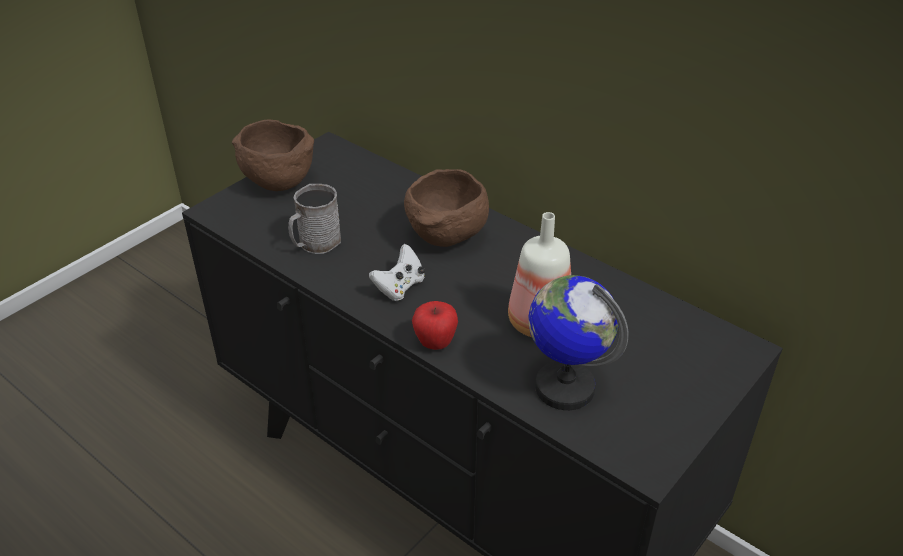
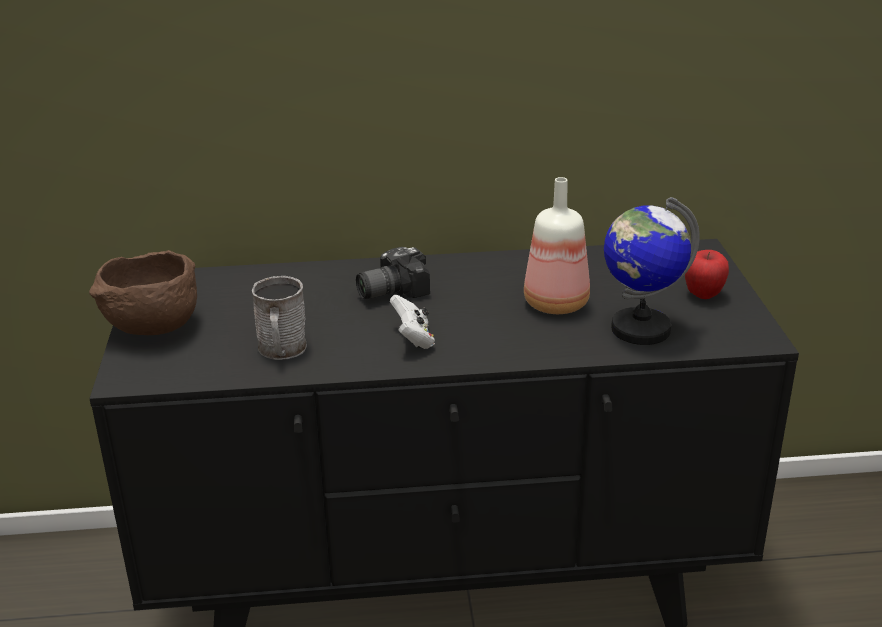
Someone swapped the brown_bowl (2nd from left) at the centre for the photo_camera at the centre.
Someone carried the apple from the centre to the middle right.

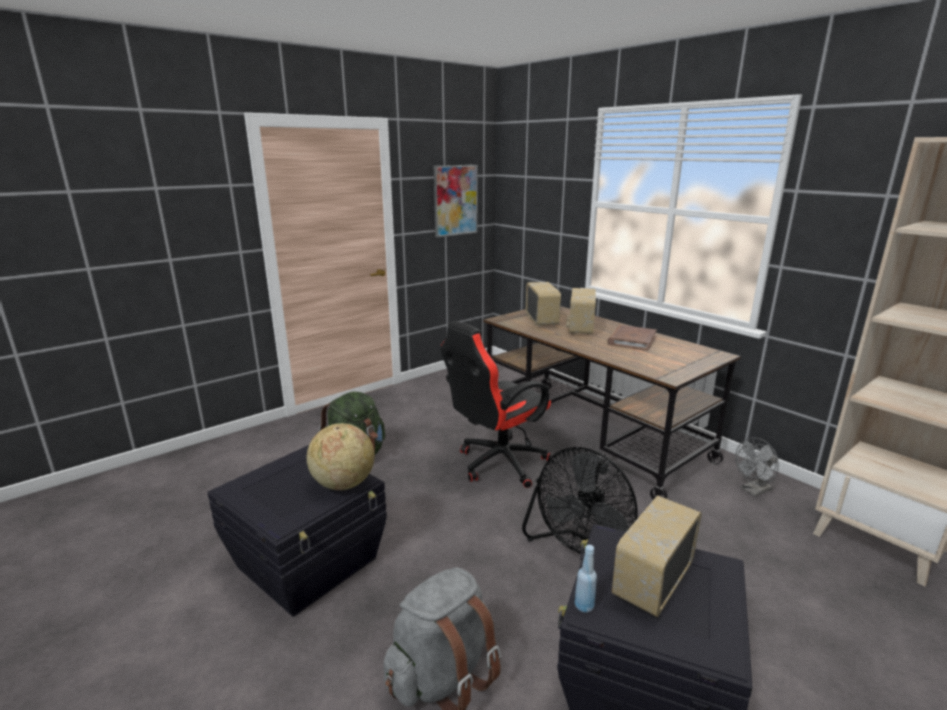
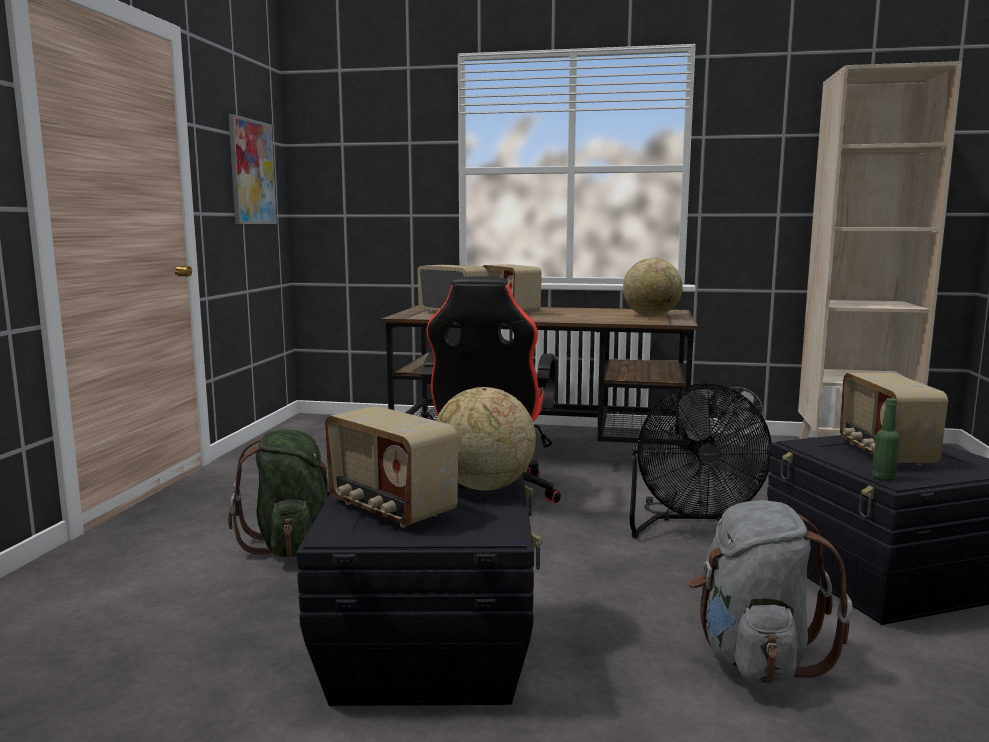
Someone put down the radio (1st from left) at the centre.
Someone put down the globe (2nd from left) at the centre.
Someone repainted the blue_bottle at the bottom centre, which became the green_bottle at the middle right.
Someone took away the brown_book at the middle right.

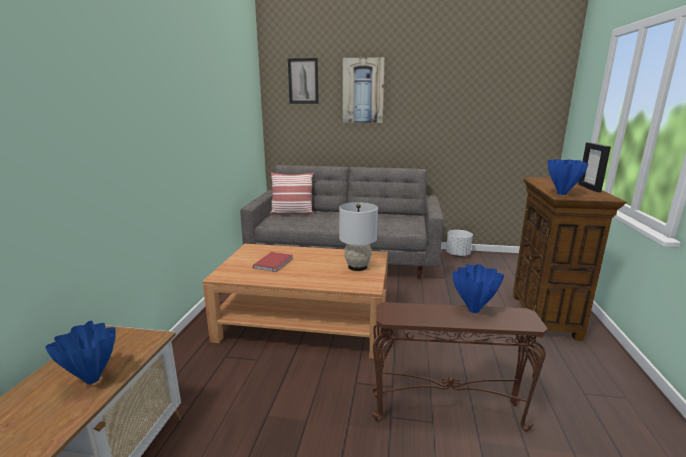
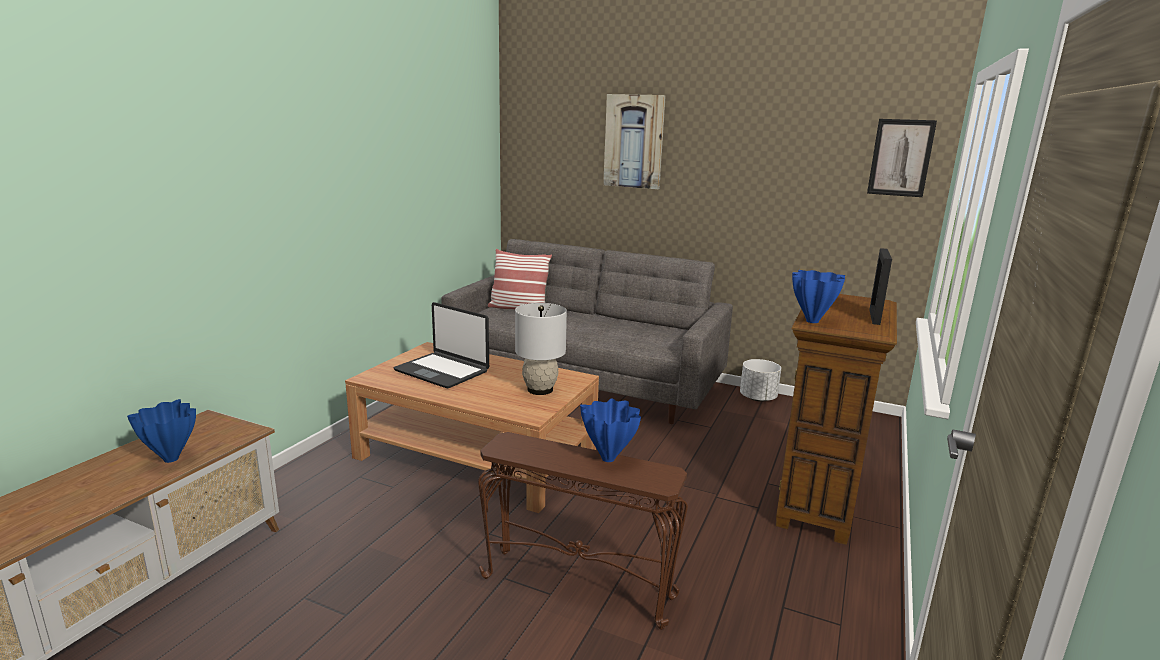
Someone swapped the red_book at the centre for the laptop at the centre.
Someone carried the picture (1st from left in the first image) from the top centre to the top right.

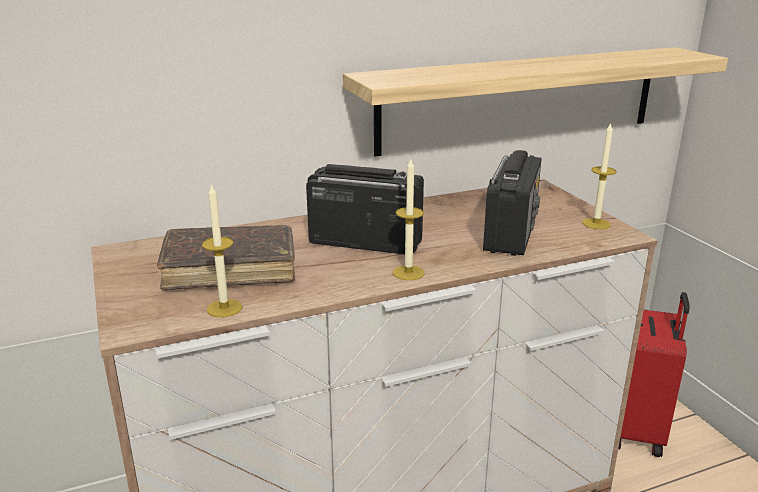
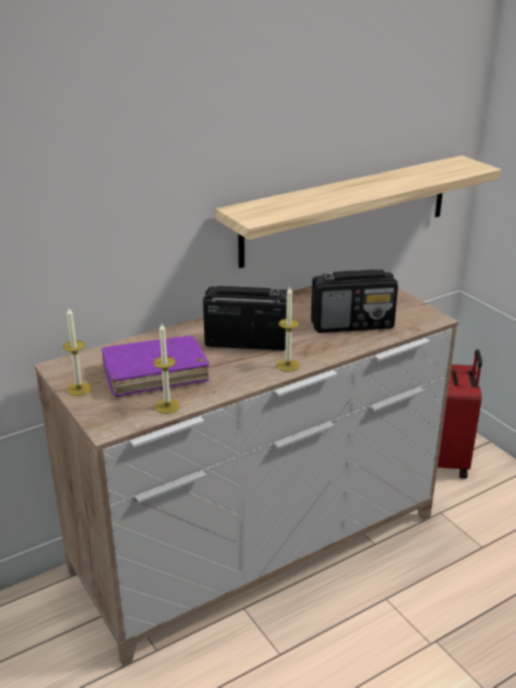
Someone carried the candle (3rd from left in the first image) from the middle right to the middle left.
Someone repainted the brown_book at the middle left, which became the purple_book at the middle left.
Someone rotated the radio (2nd from left) at the middle right by 75 degrees clockwise.

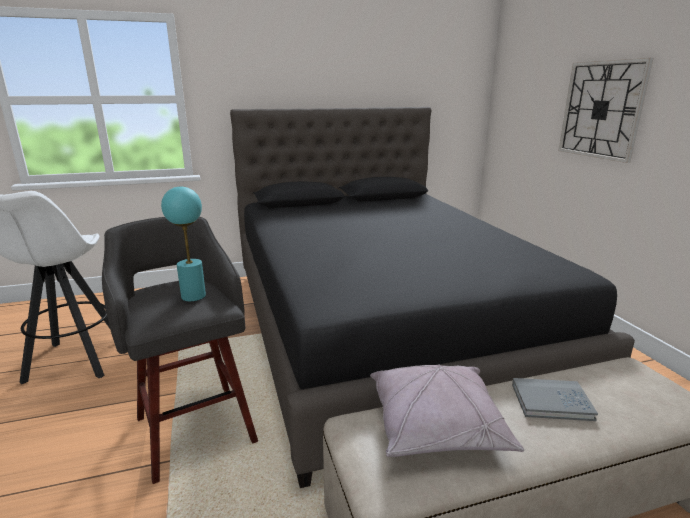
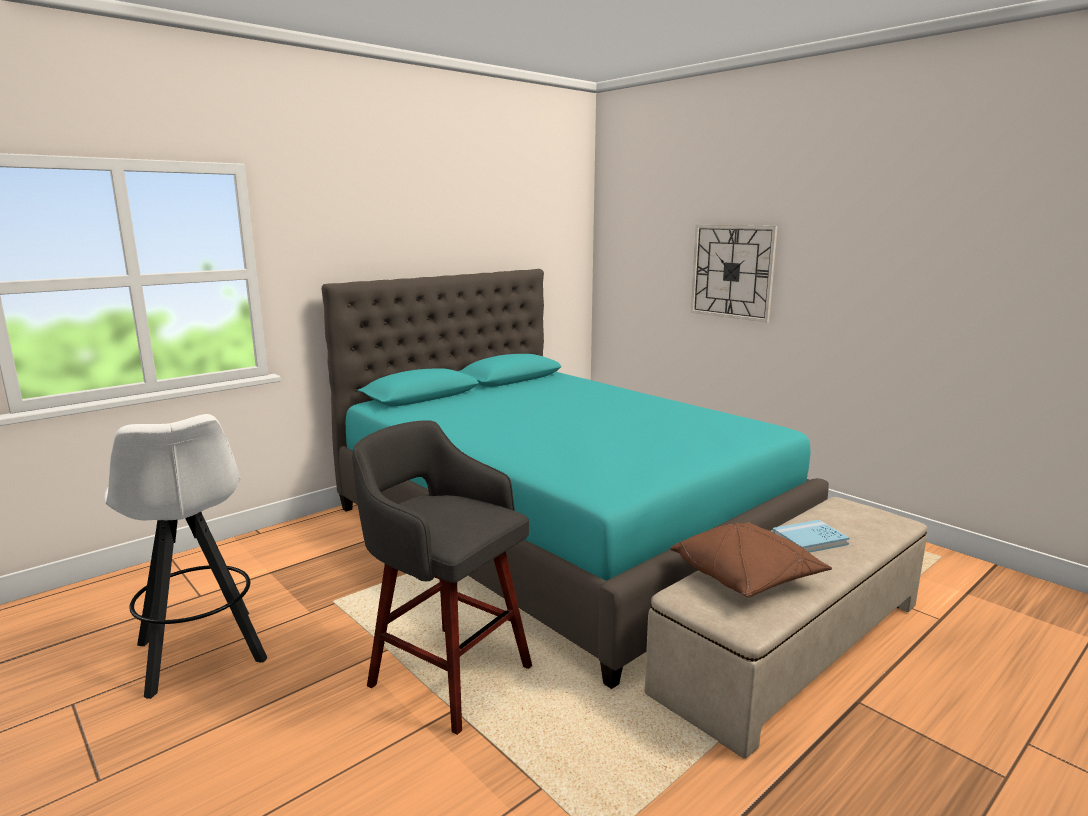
Someone repainted the black_bed at the centre, which became the turquoise_bed at the centre.
Someone repainted the purple_pillow at the bottom centre, which became the brown_pillow at the bottom right.
Someone repainted the grey_book at the bottom right, which became the blue_book at the middle right.
Someone took away the turquoise_table_lamp at the middle left.

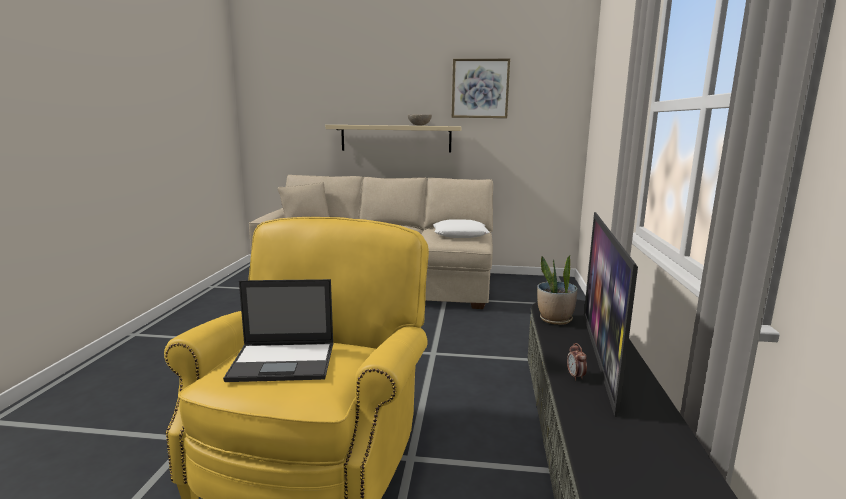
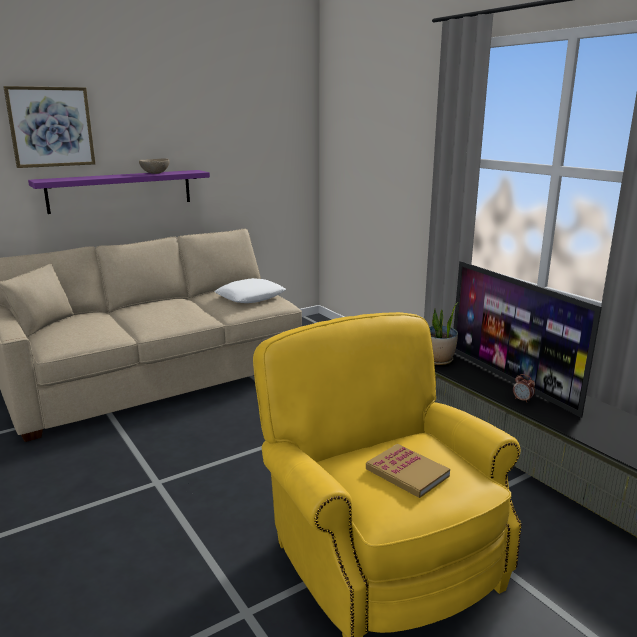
Someone carried the picture from the top centre to the top left.
Someone repainted the beige_shelf at the top centre, which became the purple_shelf at the top left.
Someone swapped the laptop at the middle left for the book at the bottom centre.

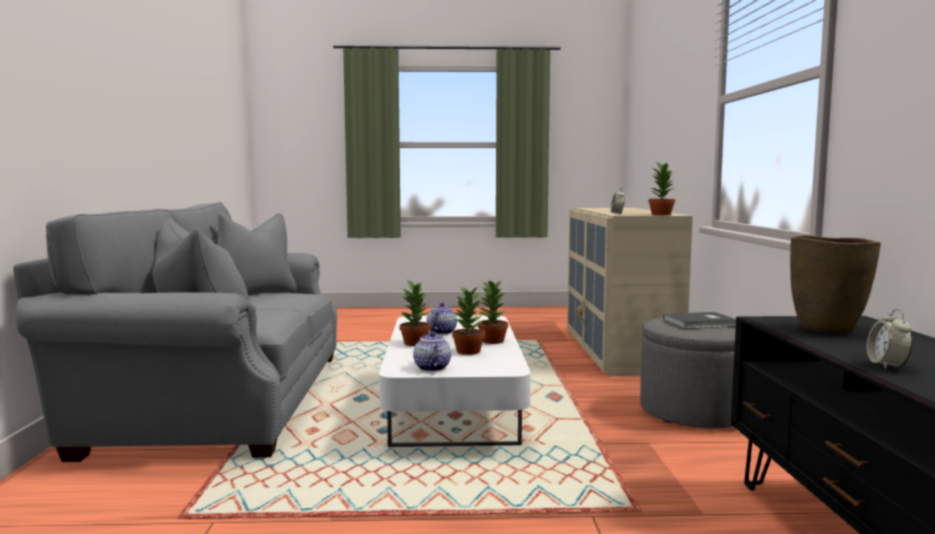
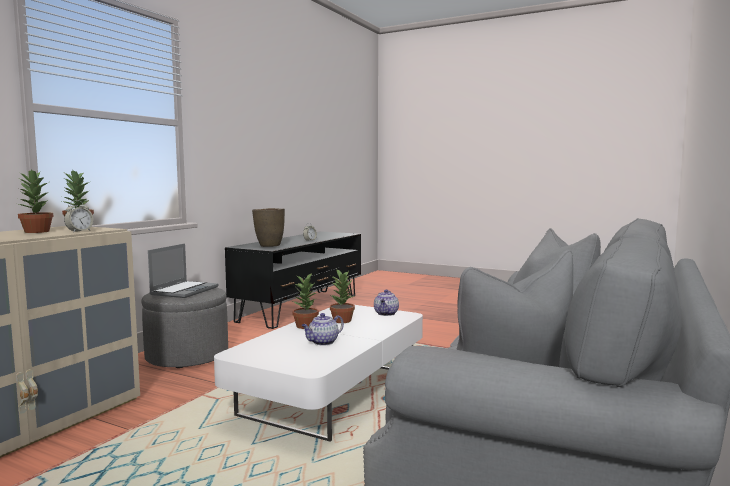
Someone carried the potted_plant (1st from left) from the centre to the middle left.
Someone swapped the grey_book at the middle right for the laptop at the middle left.

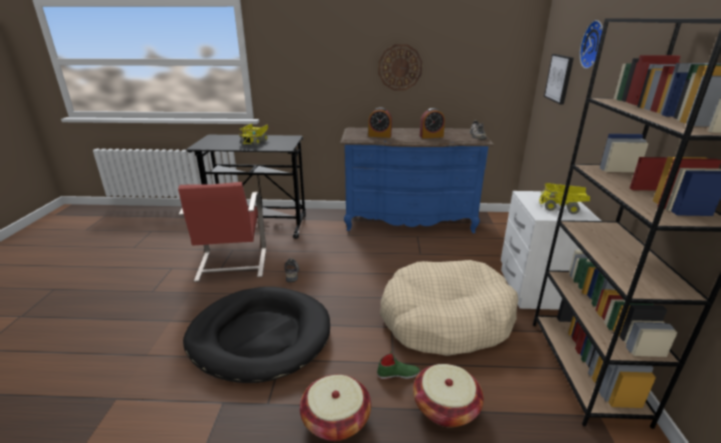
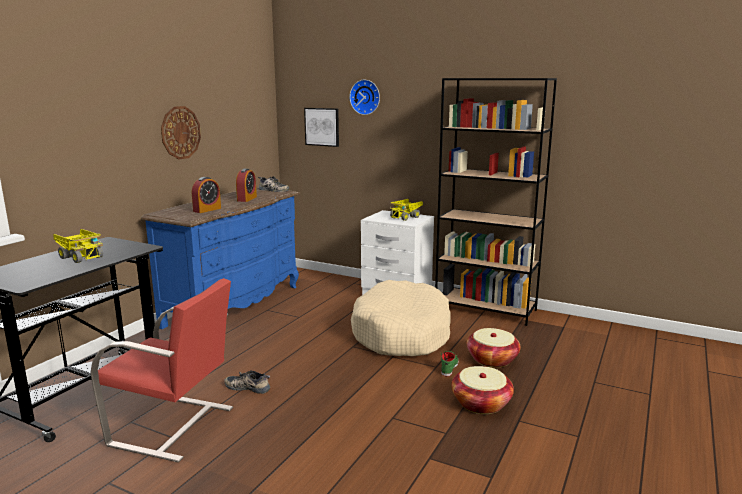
Someone took away the black_dog_bed at the bottom centre.

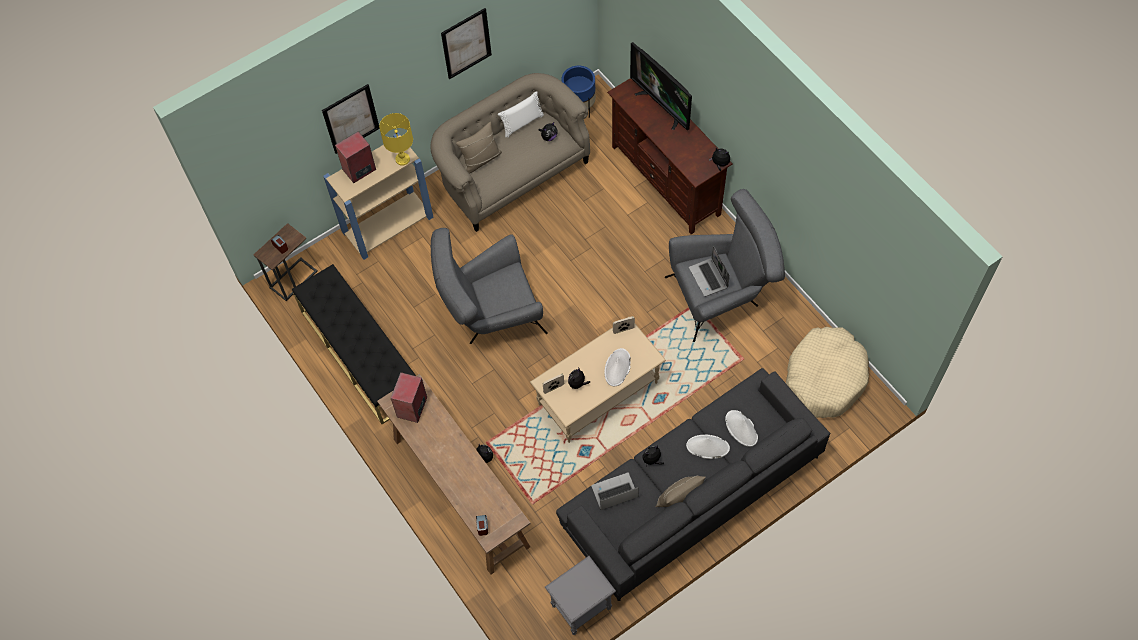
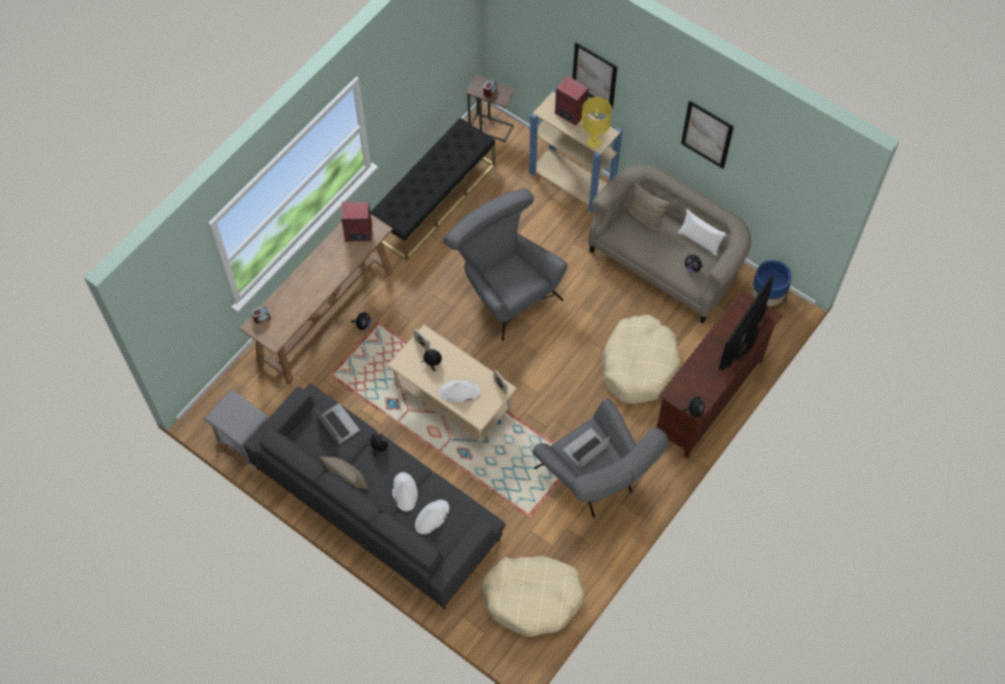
Someone put down the beige_dog_bed (2nd from left) at the centre.

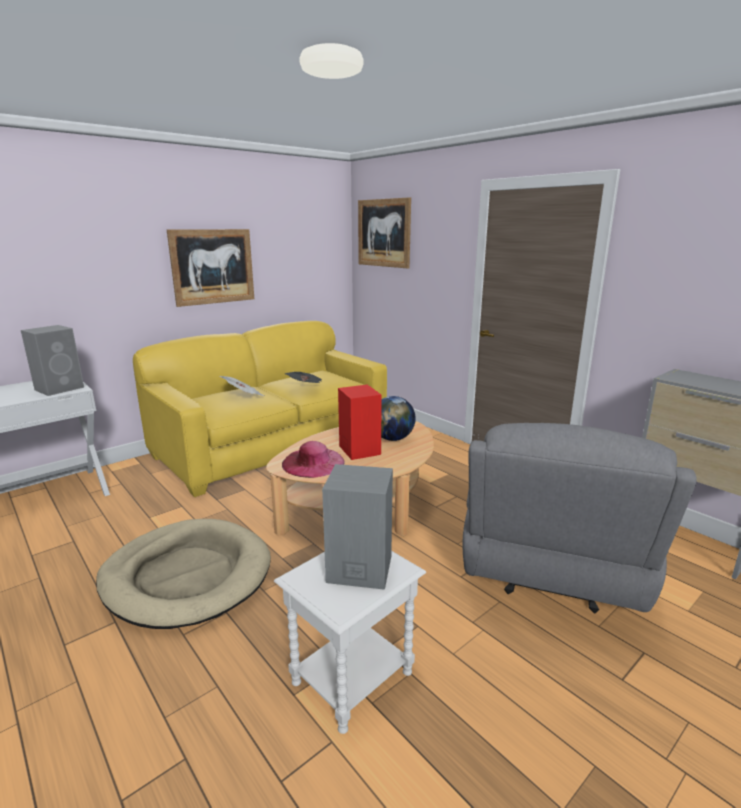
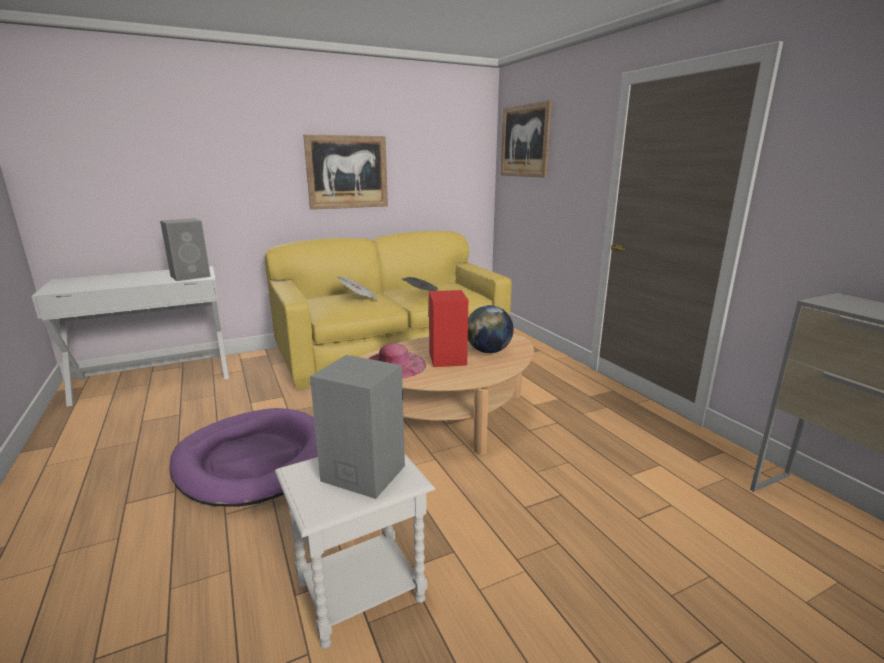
Someone repainted the beige_dog_bed at the bottom left, which became the purple_dog_bed at the bottom left.
Someone took away the grey_armchair at the middle right.

